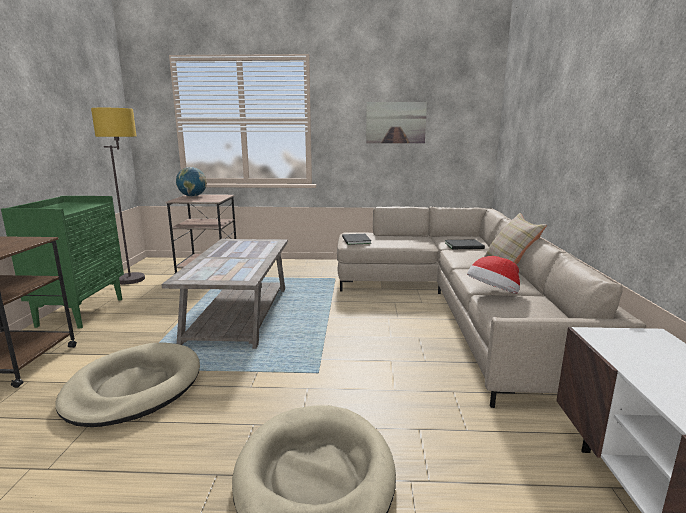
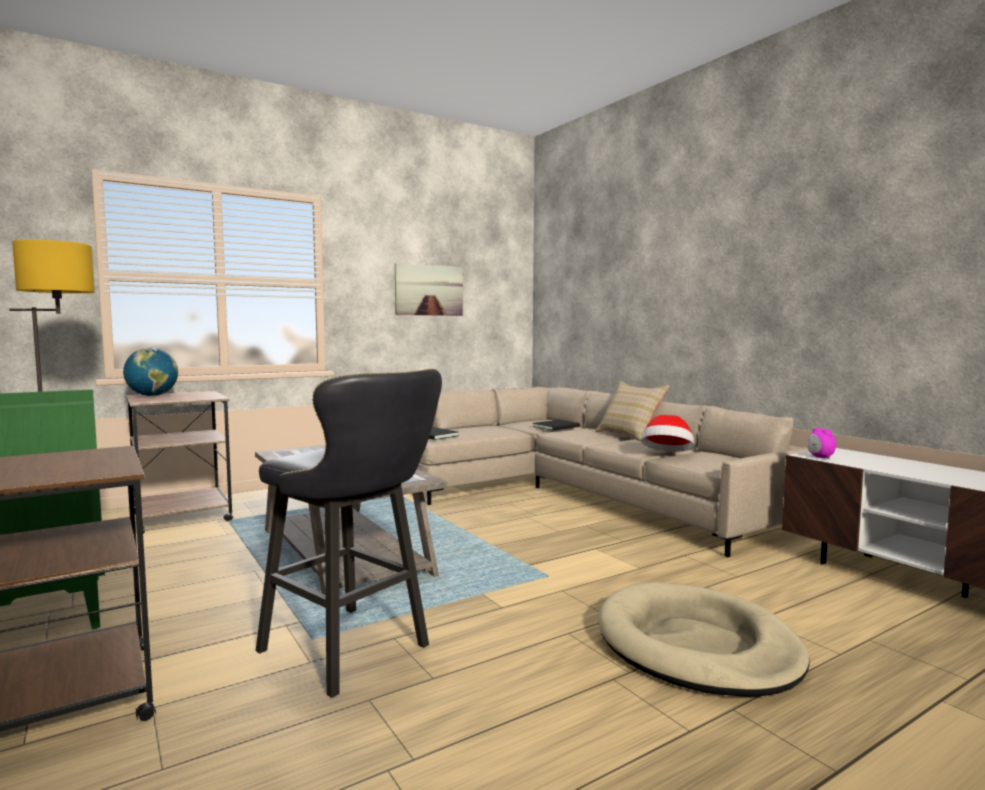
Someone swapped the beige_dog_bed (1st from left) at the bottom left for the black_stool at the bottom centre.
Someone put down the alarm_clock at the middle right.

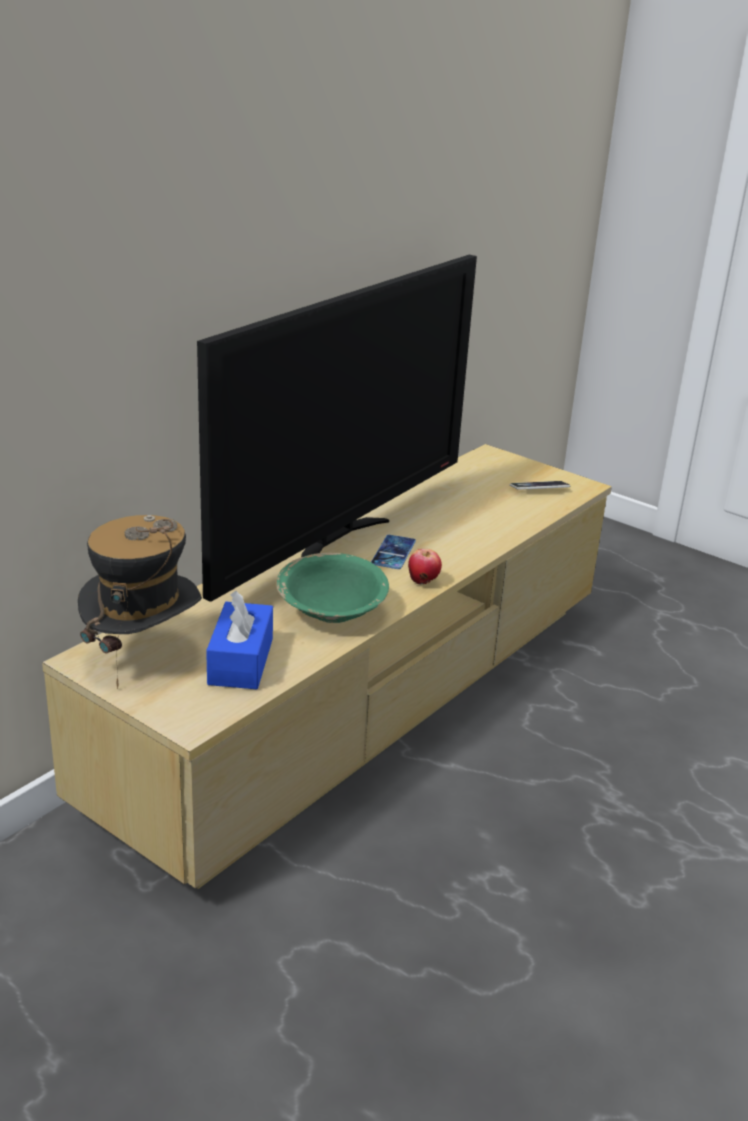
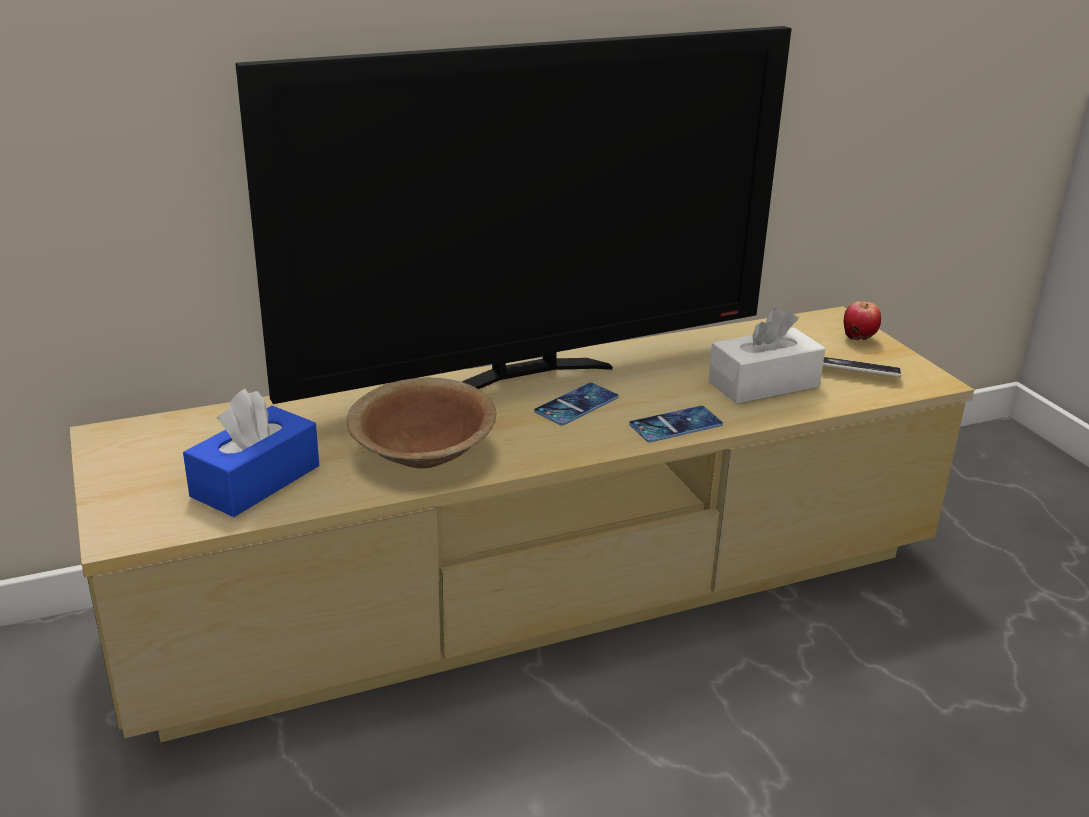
Someone repainted the green_bowl at the centre, which became the brown_bowl at the centre.
Someone put down the phone (2nd from left) at the centre.
Someone put down the white_tissue_box at the middle right.
Someone carried the apple from the centre to the middle right.
Someone took away the hat at the middle left.

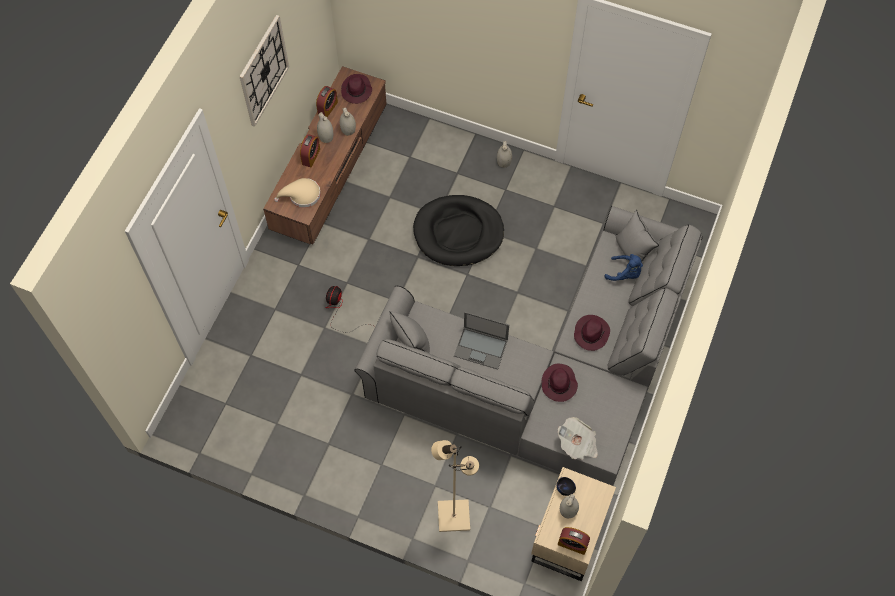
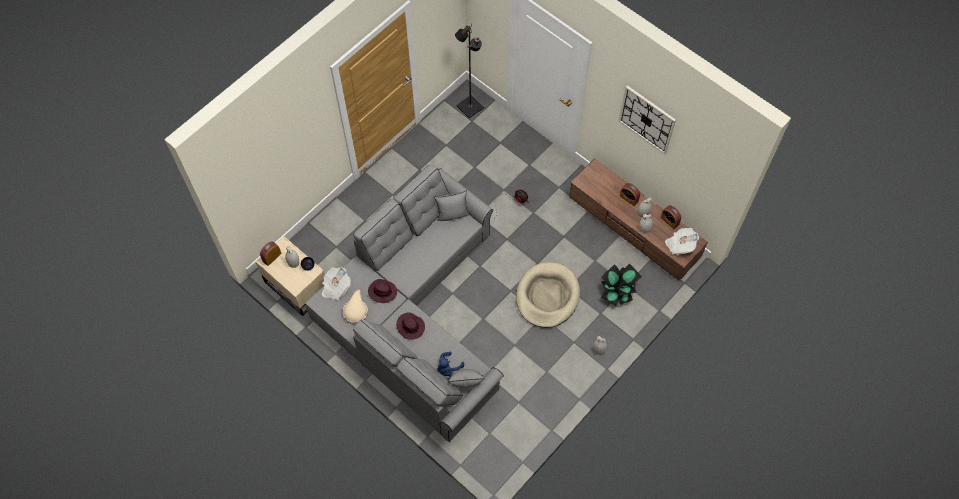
Someone carried the beige_hat from the top left to the centre.
Someone put down the black_floor_lamp at the top centre.
Someone repainted the black_dog_bed at the centre, which became the beige_dog_bed at the centre.
Someone put down the potted_plant at the centre.
Someone swapped the purple_hat (1st from left) at the top centre for the newspaper (2nd from left) at the middle right.
Someone took away the beige_floor_lamp at the bottom centre.
Someone took away the laptop at the centre.

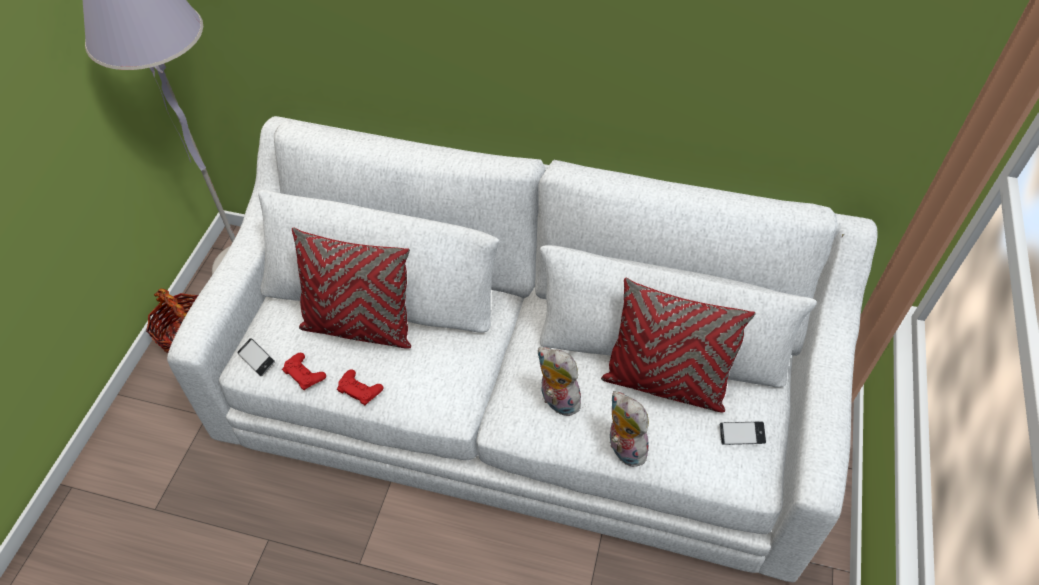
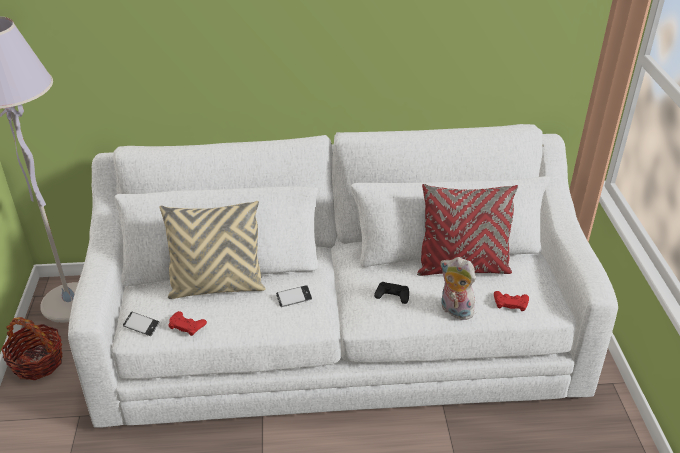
Someone repainted the red_pillow (1st from left) at the centre, which became the beige_pillow at the middle left.
Someone carried the phone (2nd from left) from the bottom right to the centre.
Someone swapped the plush_toy (1st from left) at the centre for the black_game_controller at the centre.
Someone carried the red_game_controller (2nd from left) from the centre to the middle right.

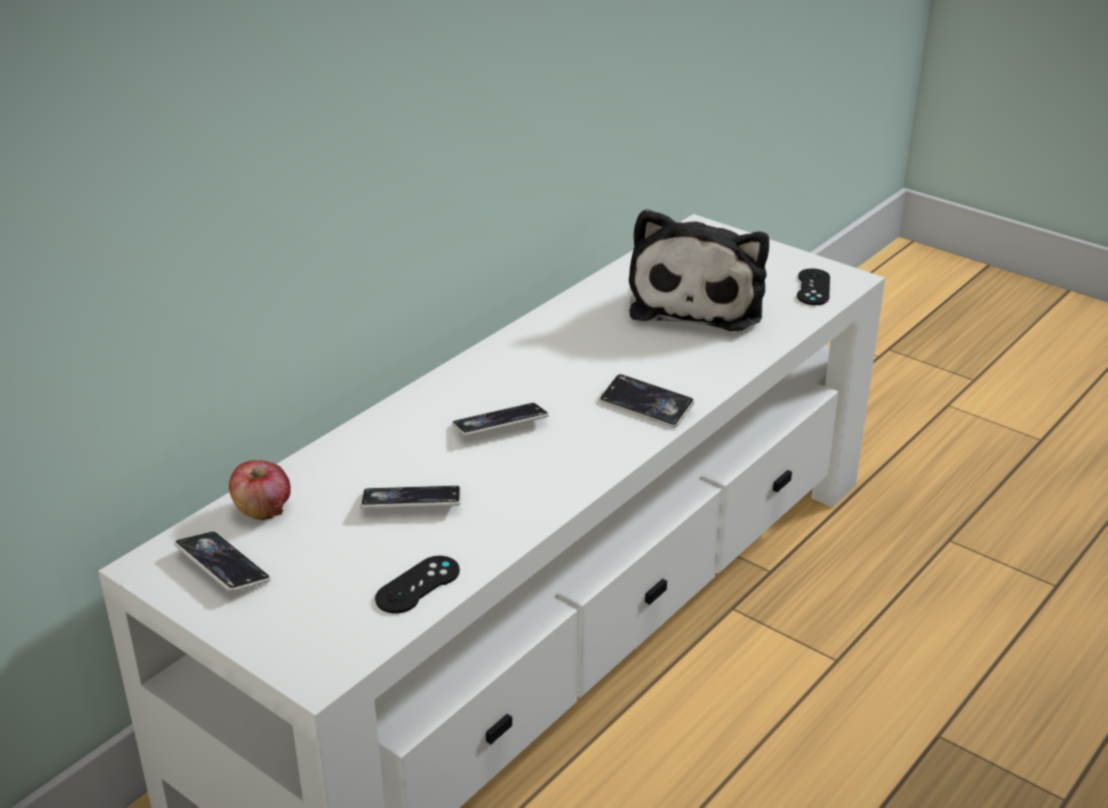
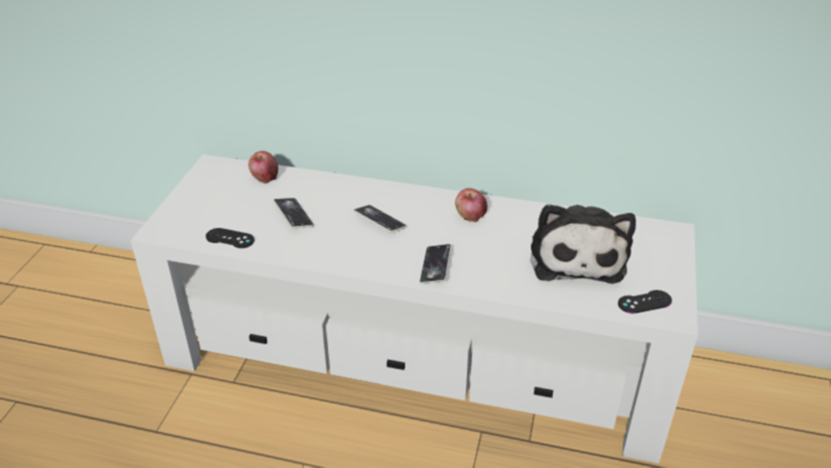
Someone put down the apple (2nd from left) at the centre.
Someone rotated the plush_toy at the centre by 75 degrees counterclockwise.
Someone took away the phone (1st from left) at the bottom left.

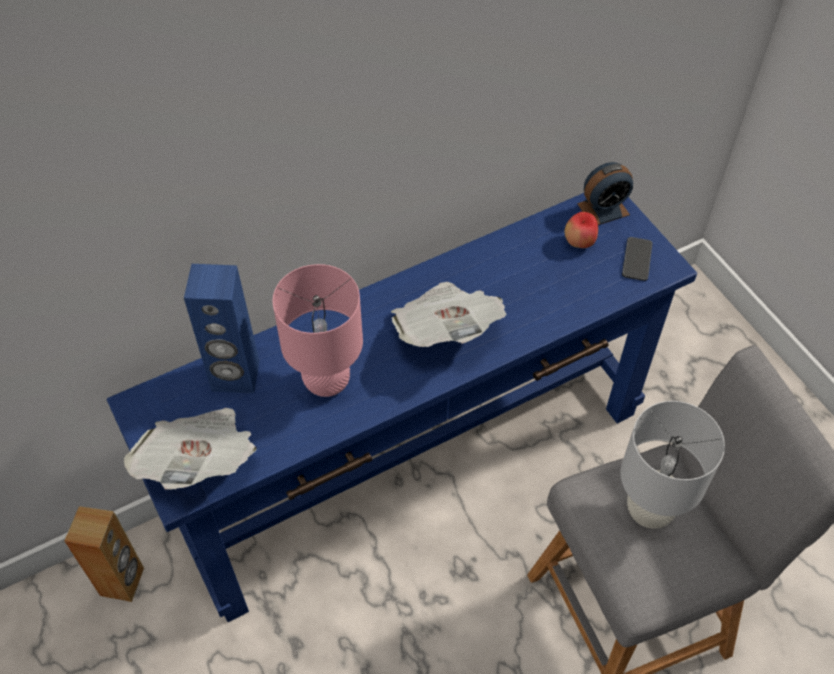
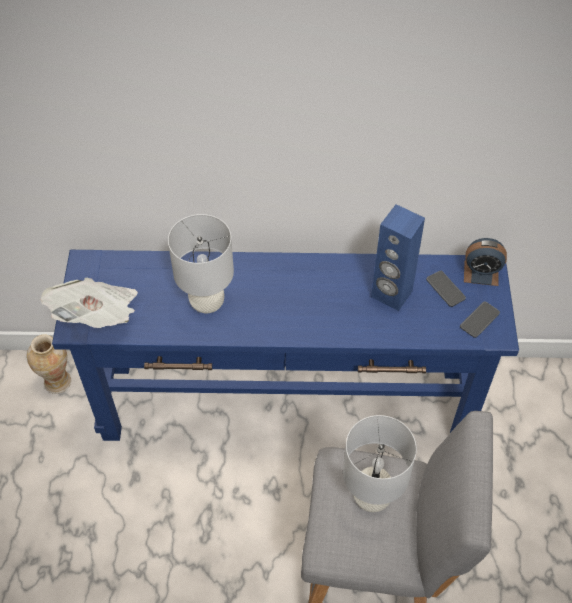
Someone swapped the brown_speaker at the bottom left for the vase at the middle left.
Someone repainted the pink_table_lamp at the centre, which became the grey_table_lamp (1st from left) at the centre.
Someone carried the blue_speaker from the middle left to the middle right.
Someone swapped the apple at the middle right for the phone (1st from left) at the middle right.
Someone took away the newspaper (2nd from left) at the centre.

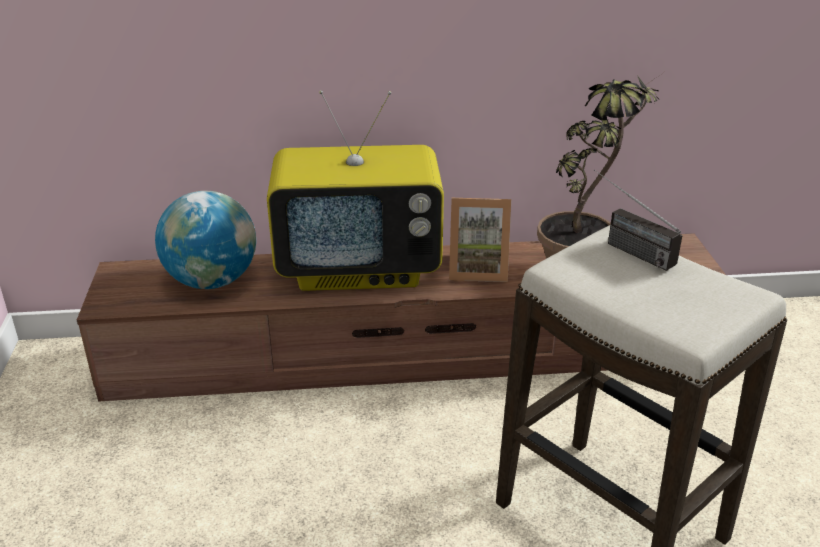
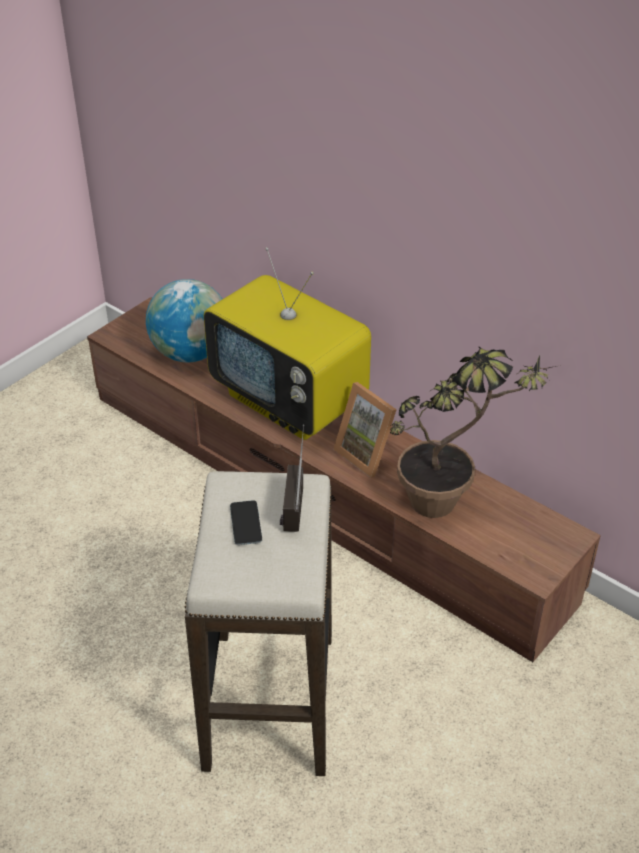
Someone put down the phone at the centre.

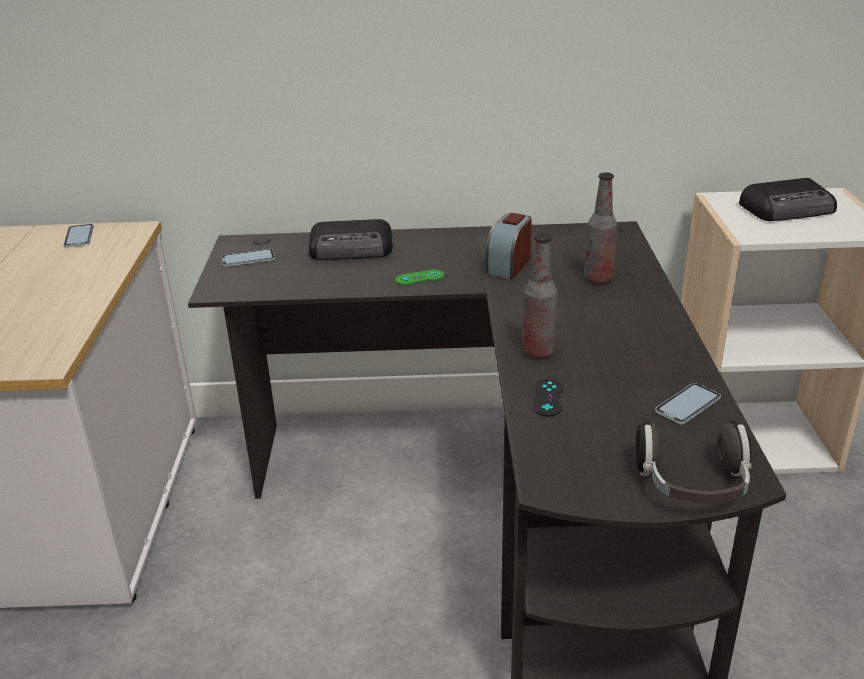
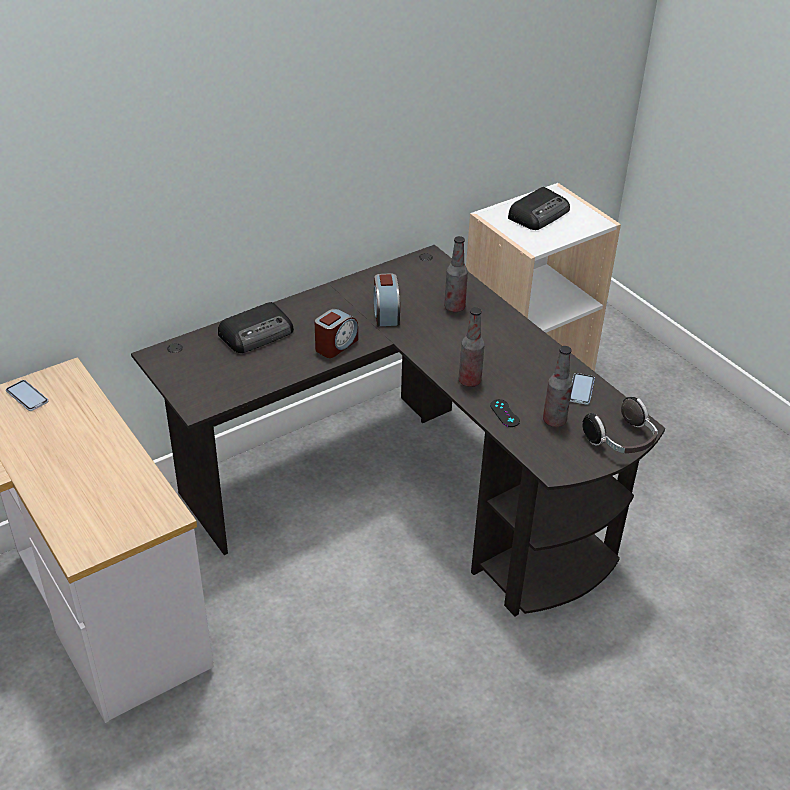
Someone swapped the green_game_controller at the centre for the alarm_clock (1st from left) at the centre.
Someone put down the bottle (3rd from left) at the middle right.
Someone took away the phone (2nd from left) at the middle left.

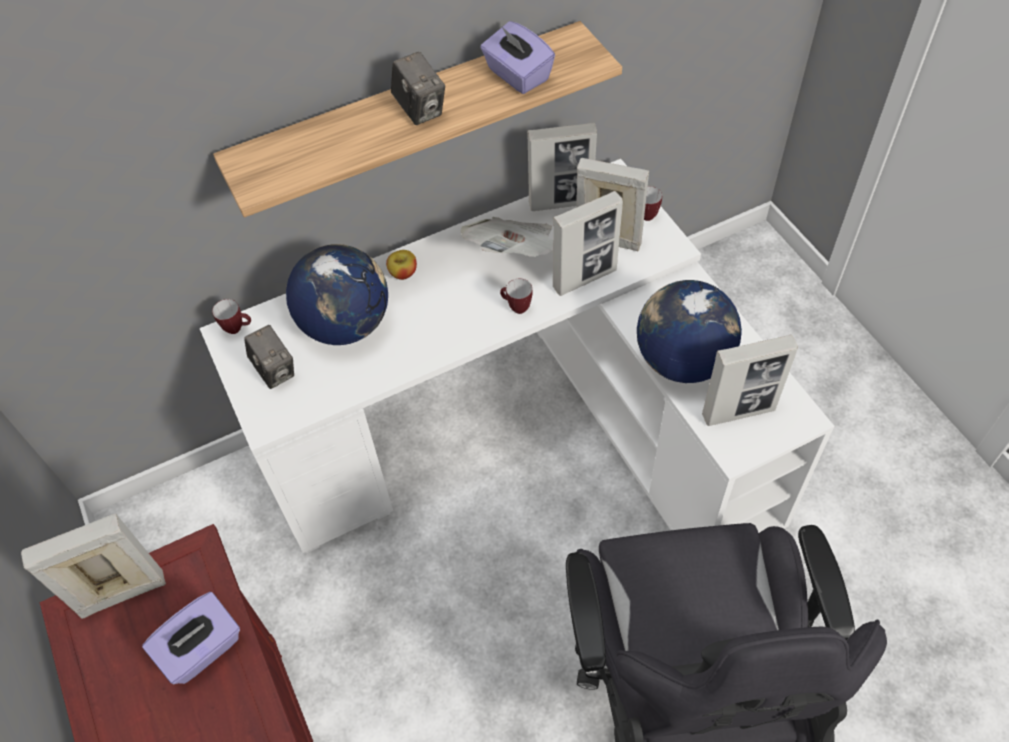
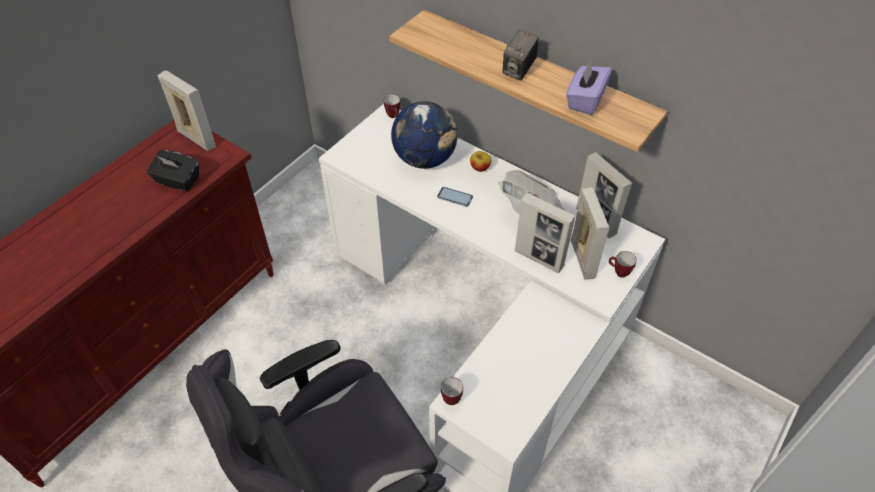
Someone repainted the purple_tissue_box (1st from left) at the bottom left, which became the black_tissue_box at the middle left.
Someone put down the phone at the centre.
Someone carried the mug (2nd from left) from the centre to the bottom centre.
Someone took away the photo_camera (1st from left) at the middle left.
Someone took away the globe (2nd from left) at the middle right.
Someone took away the picture_frame (5th from left) at the middle right.

